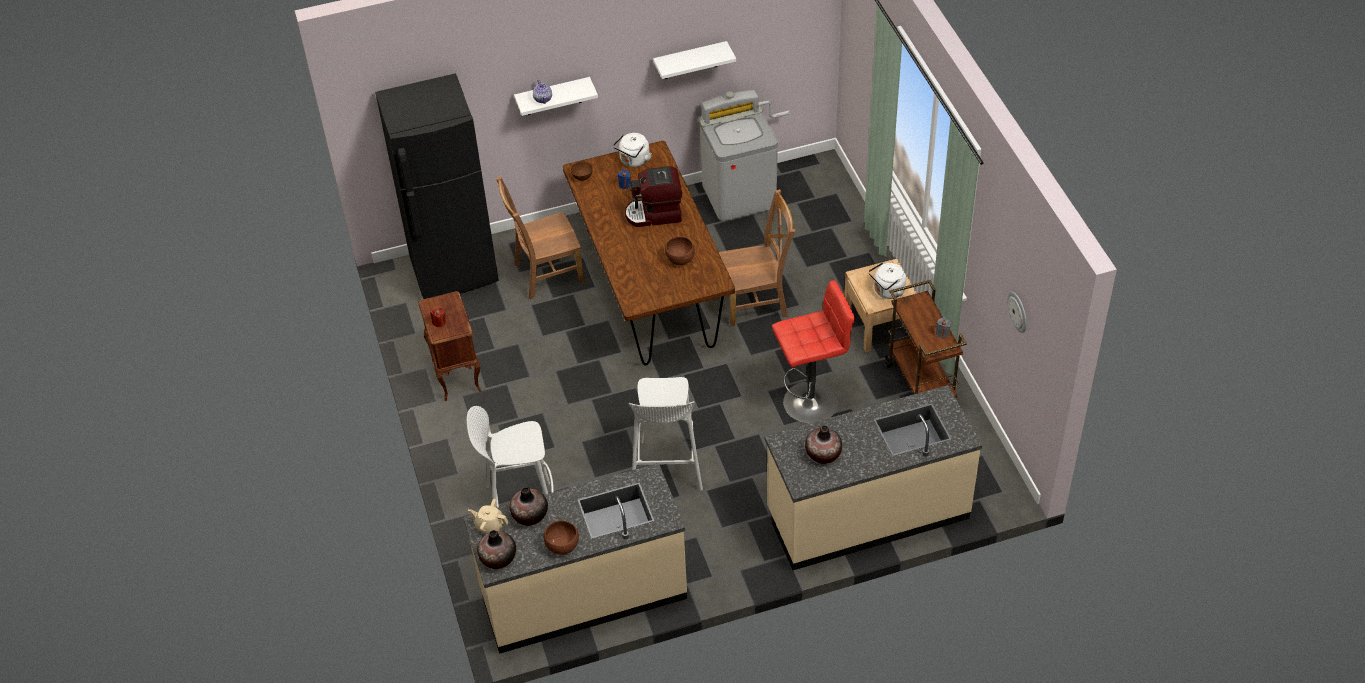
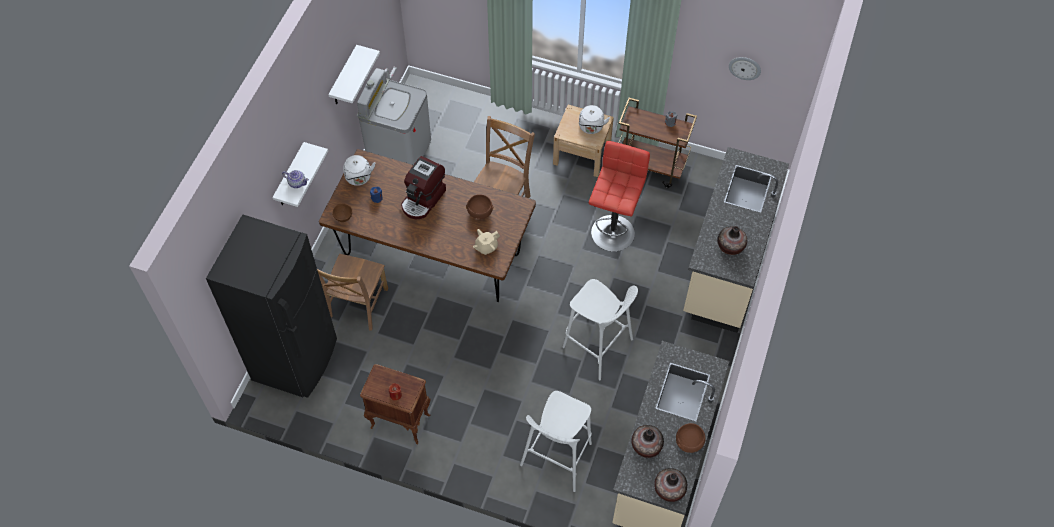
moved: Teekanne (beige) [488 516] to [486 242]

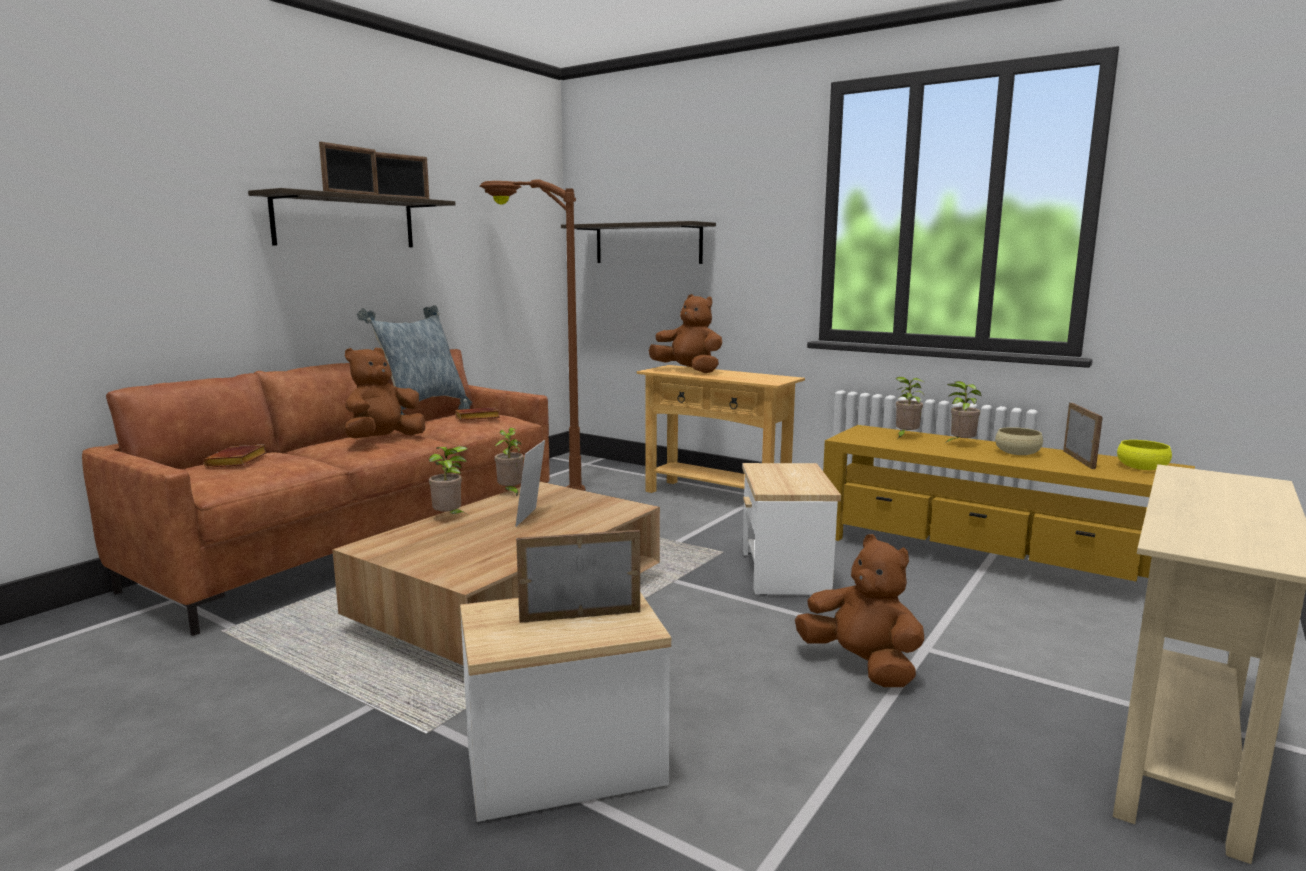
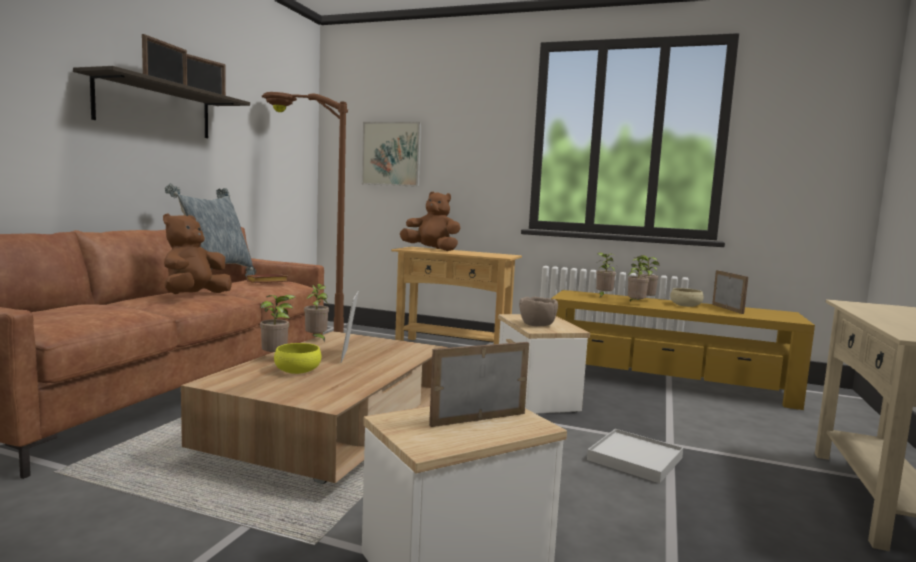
removed: Buch (braun) [235 456]
added: Schüssel (braun) [538 311]; Topfpflanze [638 279]
moved: Schüssel (gelb) [1144 455] to [297 358]
replaced: Wandregal [638 242] to Bild [391 154]; Plüschtier (braun) [859 610] to Tablett (weiß) [635 456]

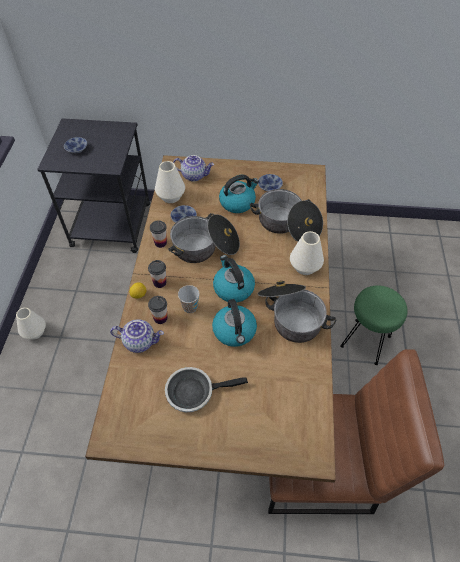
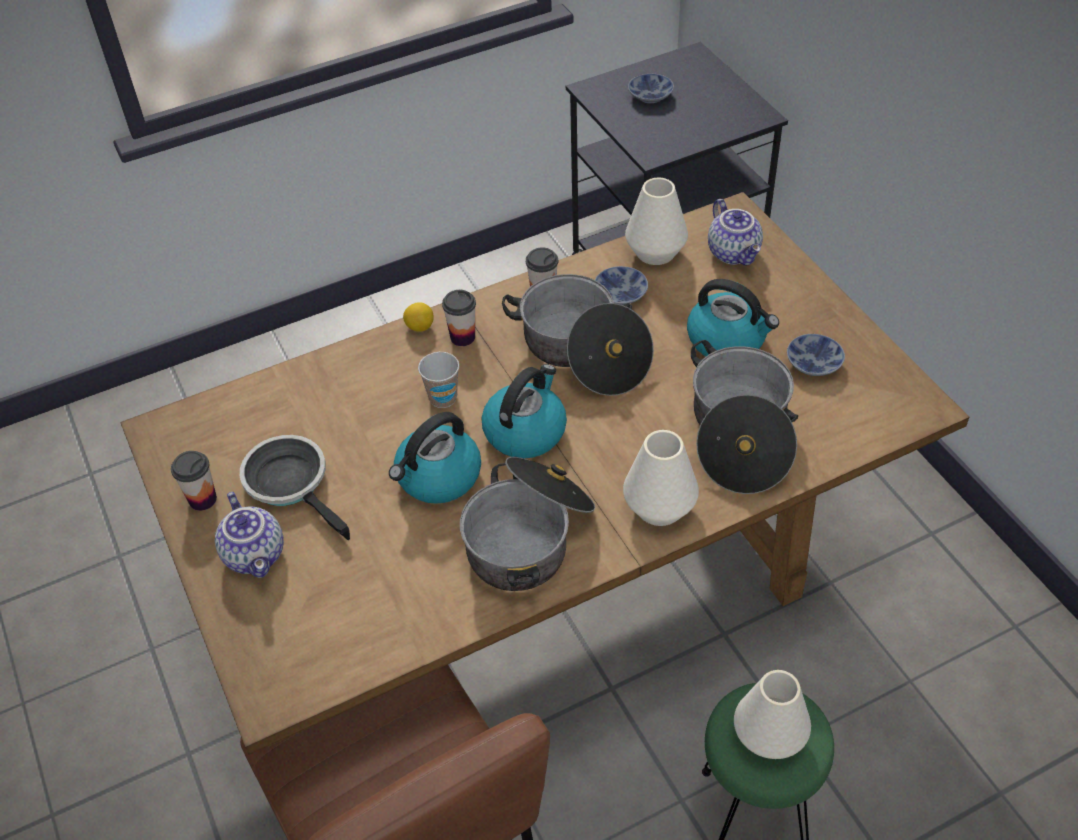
moved: Vase (weiß) [31 324] to [772 714]; Teekanne [137 336] to [249 535]; Tasse [157 310] to [194 481]

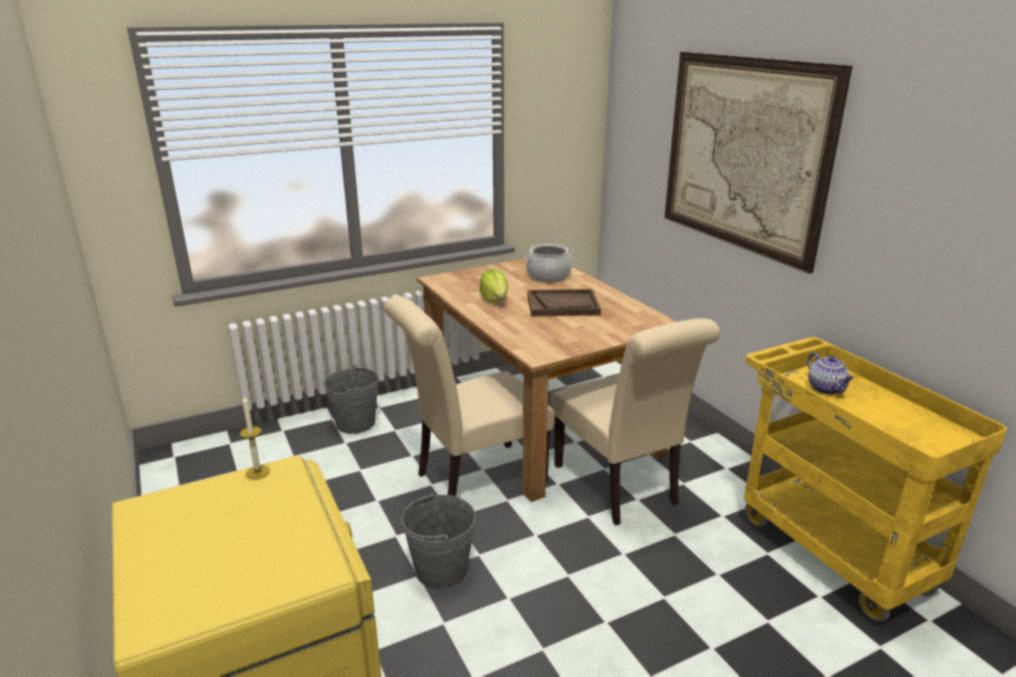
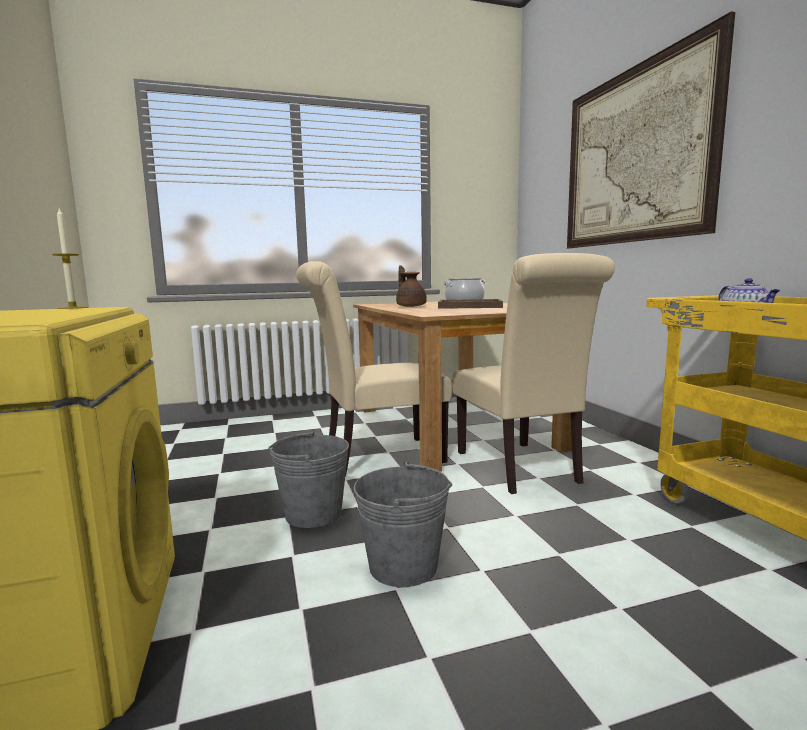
moved: Eimer (grau) [352 399] to [403 524]
replaced: Salatkopf [494 286] to Teekanne (braun) [411 286]

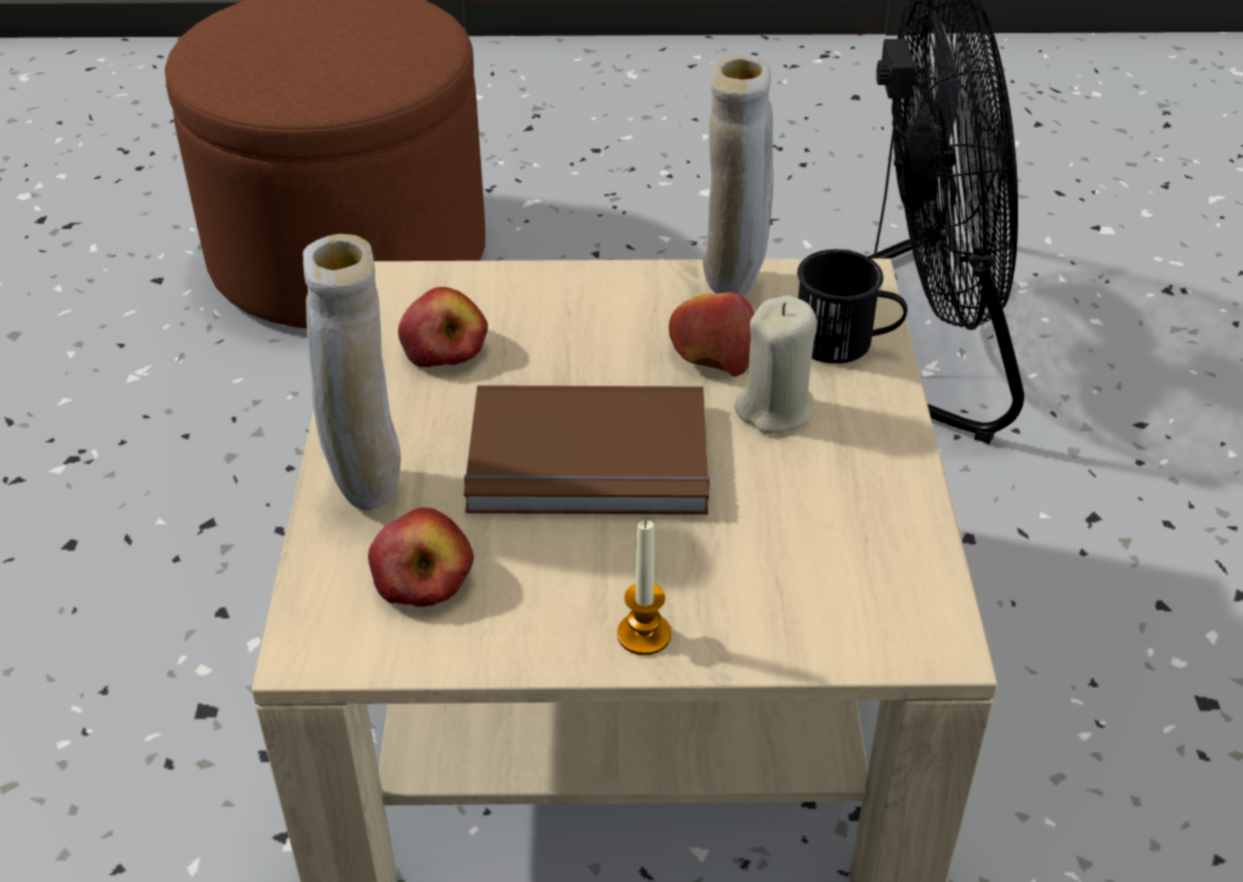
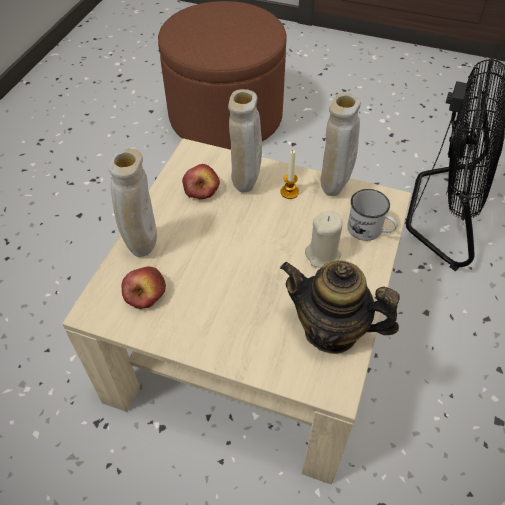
removed: Buch (braun) [587 449]; Apfel [712 334]
added: Vase (beige) [245 141]; Teekanne [340 307]
moved: Kerze [644 587] to [289 174]
recoloured: Henkelbecher (schwarz) [852 306] to Henkelbecher (weiß) [372 215]

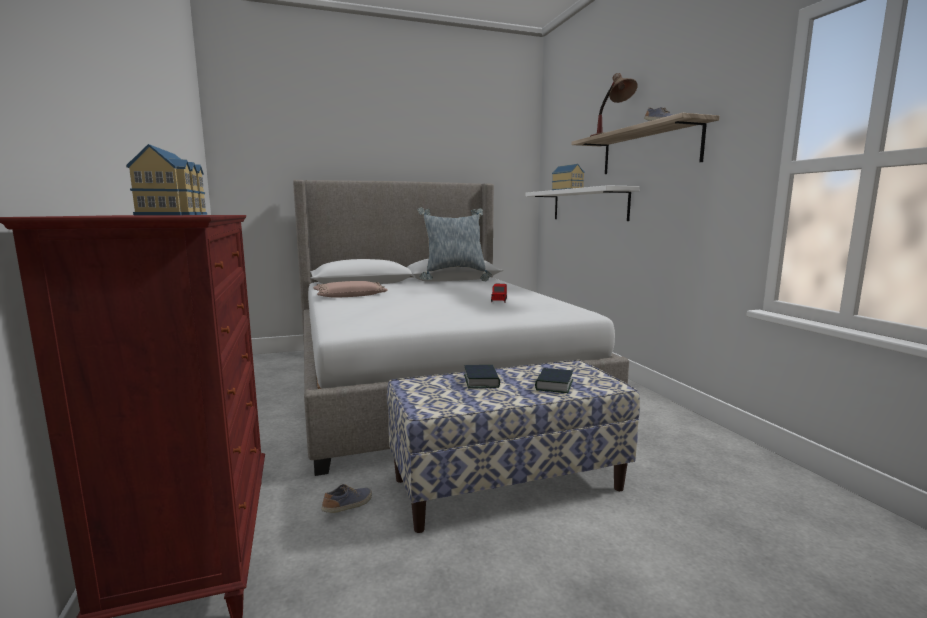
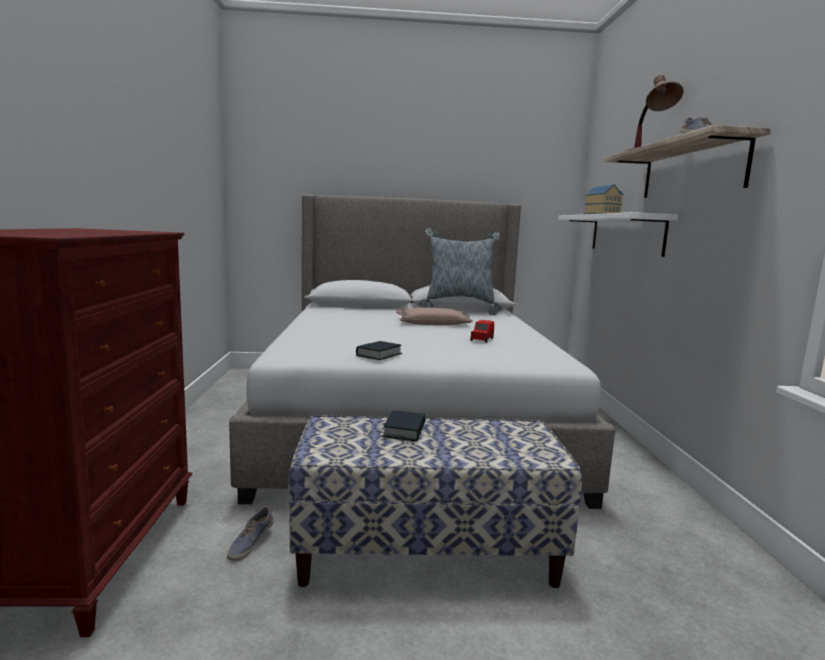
removed: Spielzeughaus [166 179]
moved: Kissen (beige) [350 289] to [434 316]; Buch [554 380] to [379 350]
turned: Schuh [346 498] = [250 533] 150 degrees clockwise

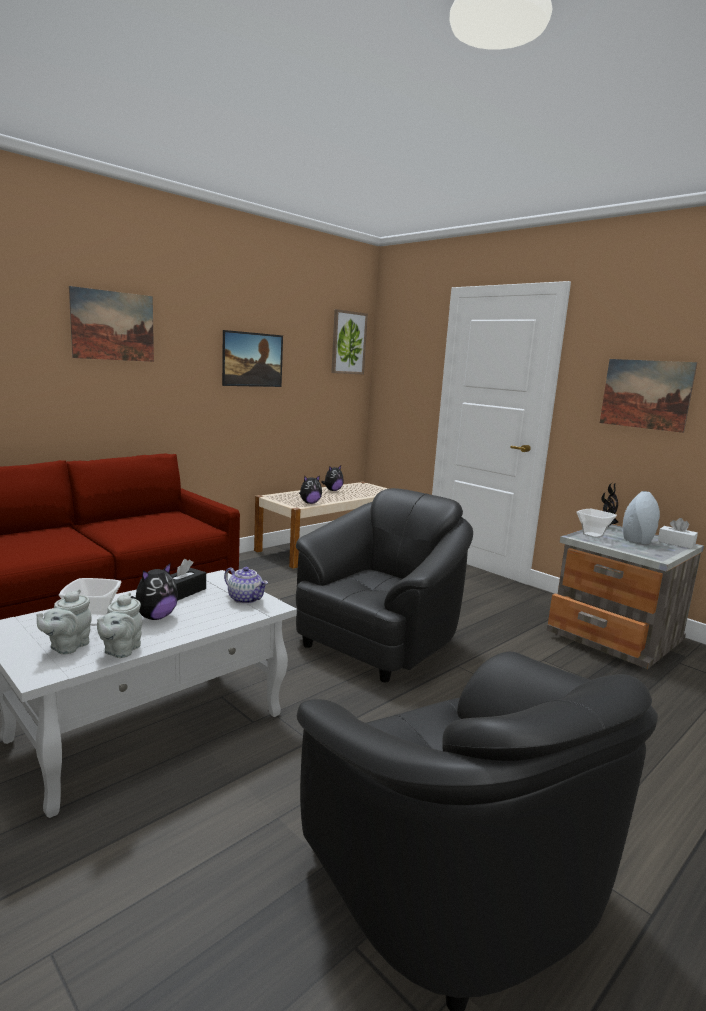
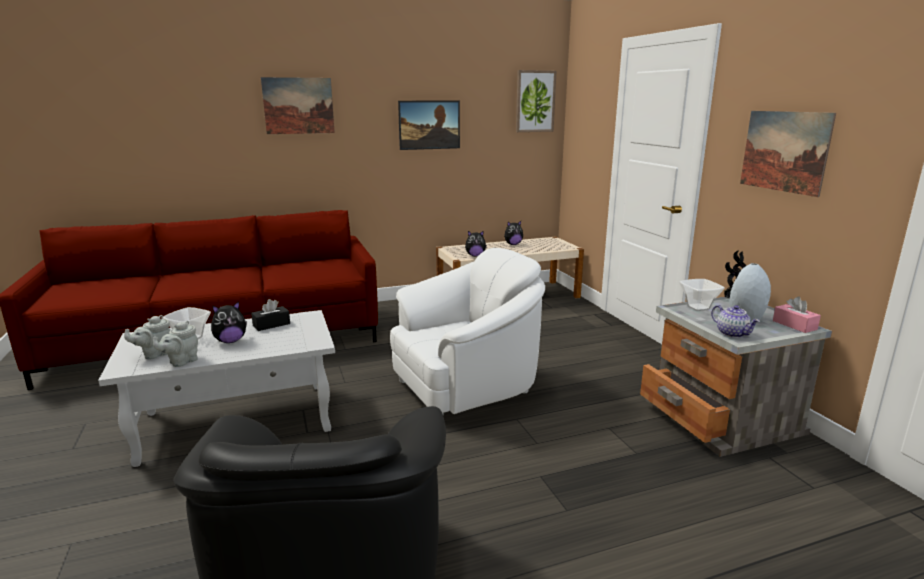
moved: Teekanne [246 585] to [735 321]
recoloured: Sessel (schwarz) [384 585] to Sessel (weiß) [467 331]; Taschentuchbox (weiß) [678 533] to Taschentuchbox (rosa) [797 315]

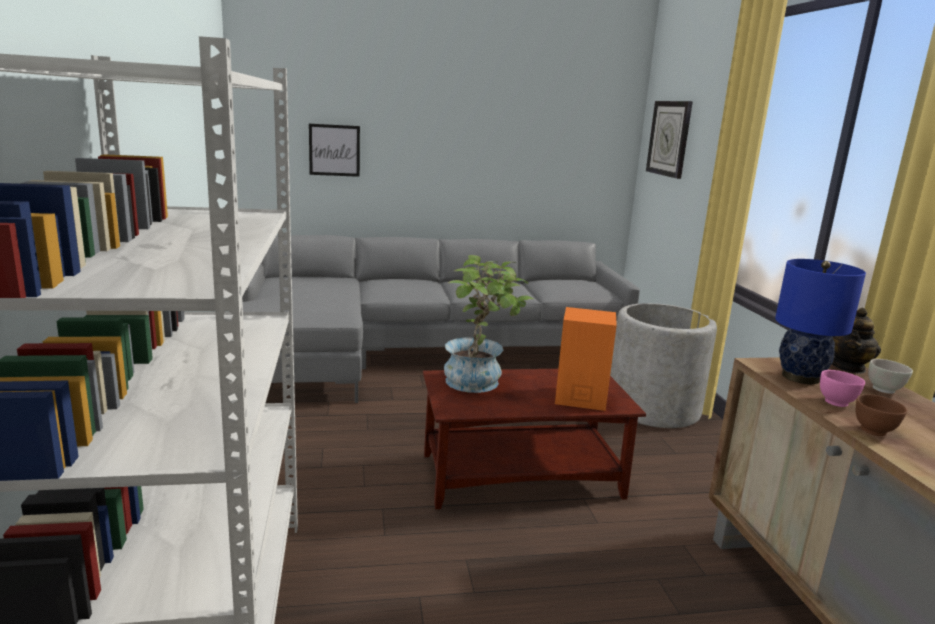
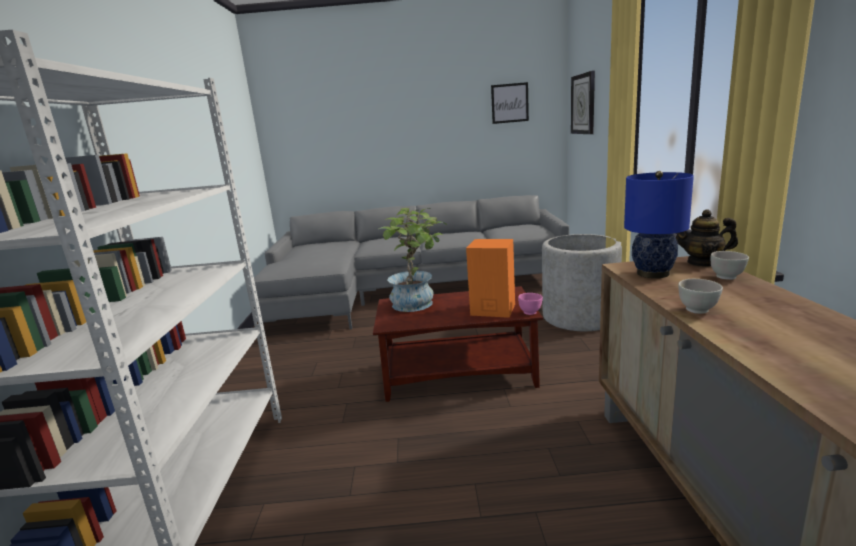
moved: Bild [334 150] to [510 103]; Schüssel (rosa) [842 388] to [530 304]
recoloured: Schüssel (braun) [881 415] to Schüssel (weiß) [700 296]
turned: Teekanne [856 341] = [707 238] 60 degrees clockwise

